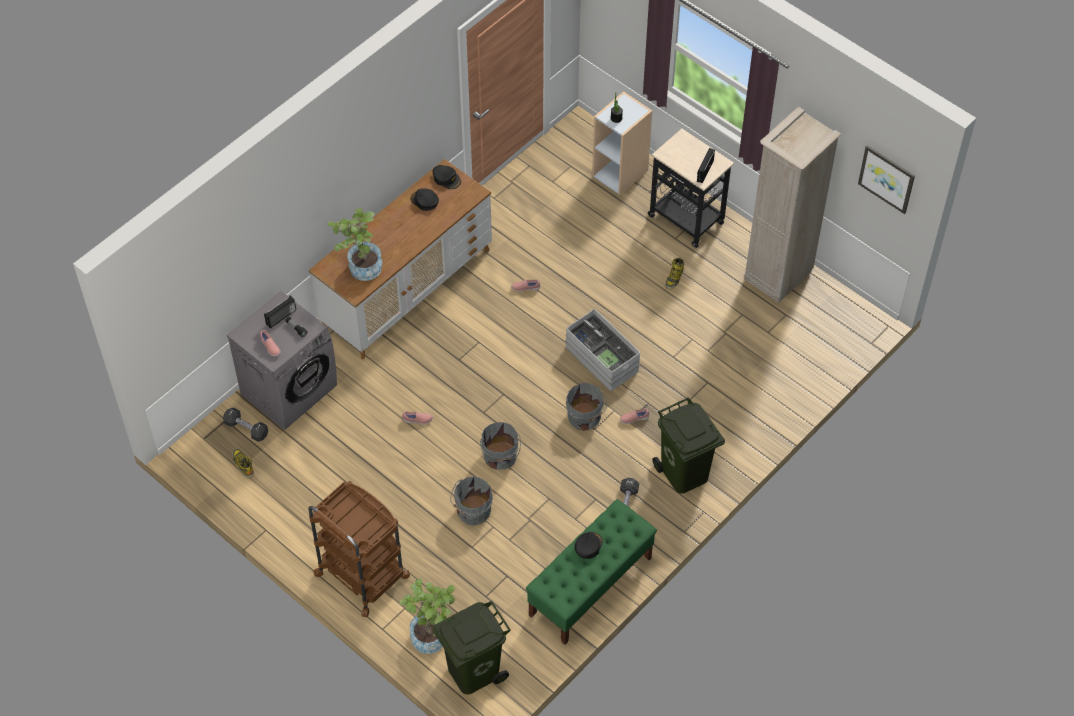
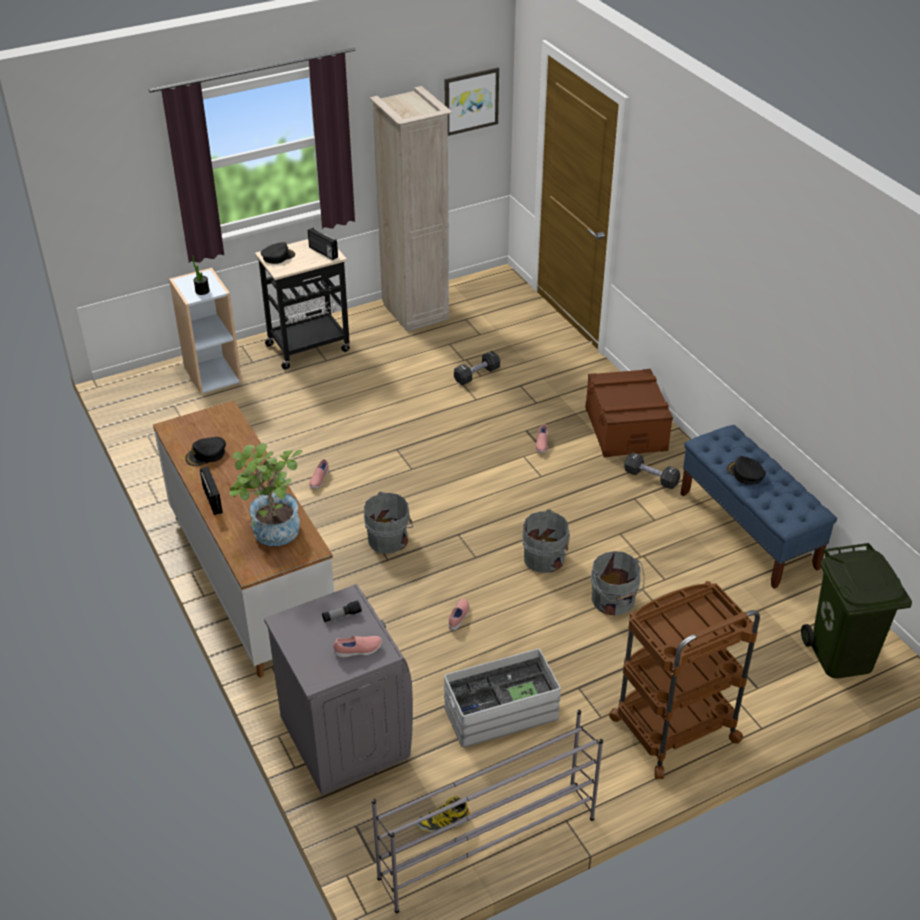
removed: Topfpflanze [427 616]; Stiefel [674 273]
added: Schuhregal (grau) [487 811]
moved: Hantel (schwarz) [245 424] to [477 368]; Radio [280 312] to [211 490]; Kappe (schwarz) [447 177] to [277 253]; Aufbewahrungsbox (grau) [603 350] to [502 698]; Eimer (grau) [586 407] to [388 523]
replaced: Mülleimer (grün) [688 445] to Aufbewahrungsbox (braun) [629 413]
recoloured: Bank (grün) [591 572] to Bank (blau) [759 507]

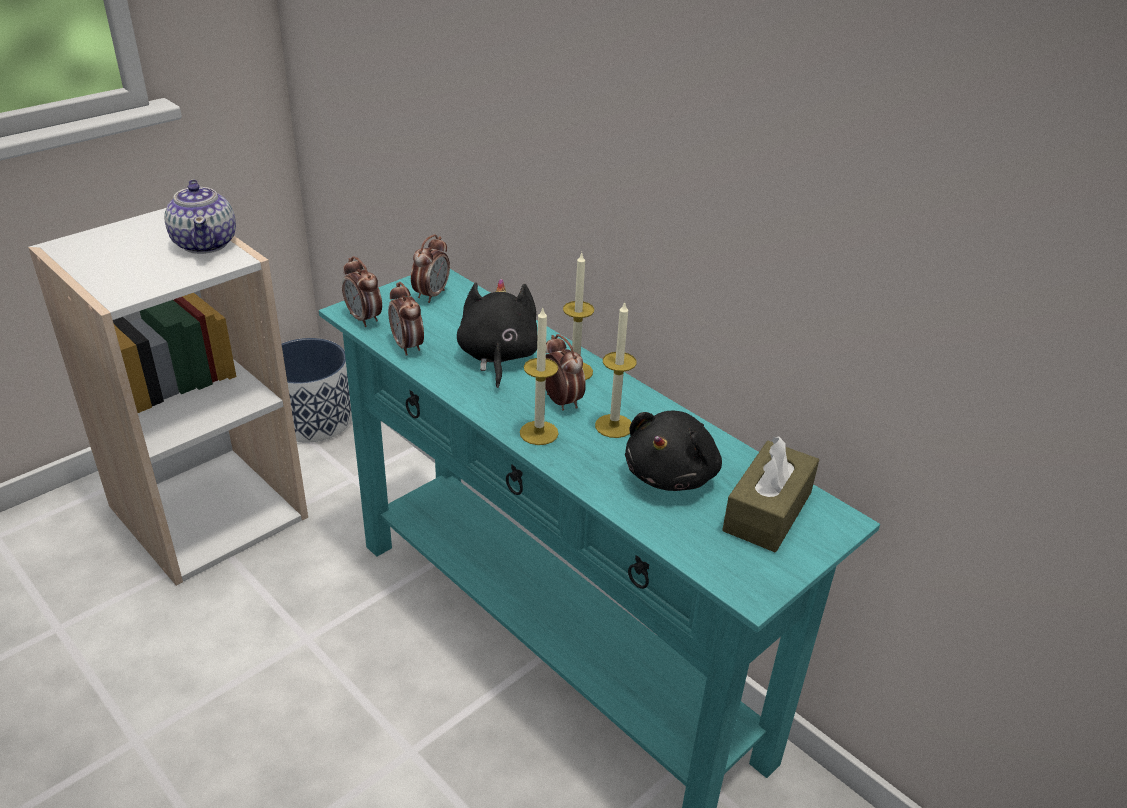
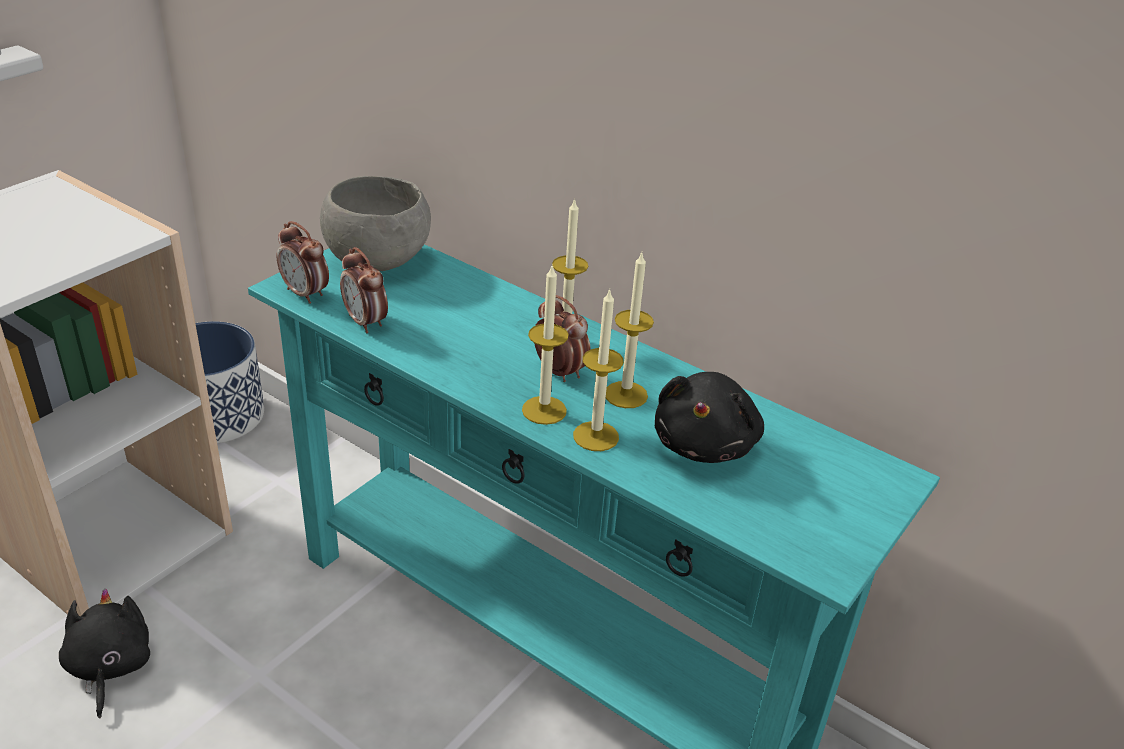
removed: Teekanne [200 216]; Taschentuchbox (braun) [770 494]
added: Kerze [598 370]
moved: Plüschtier (schwarz) [497 333] to [104 653]
replaced: Wecker [430 268] to Schüssel (grau) [375 223]

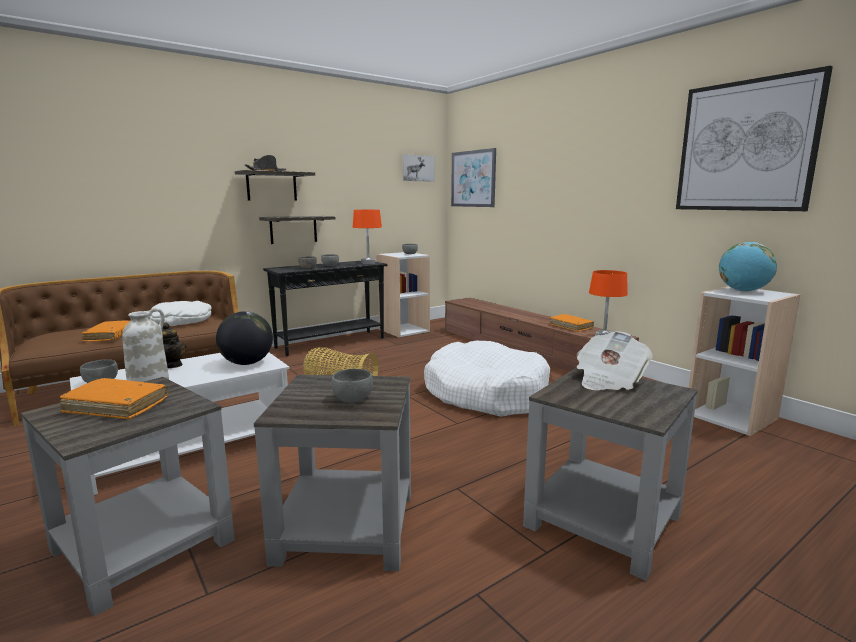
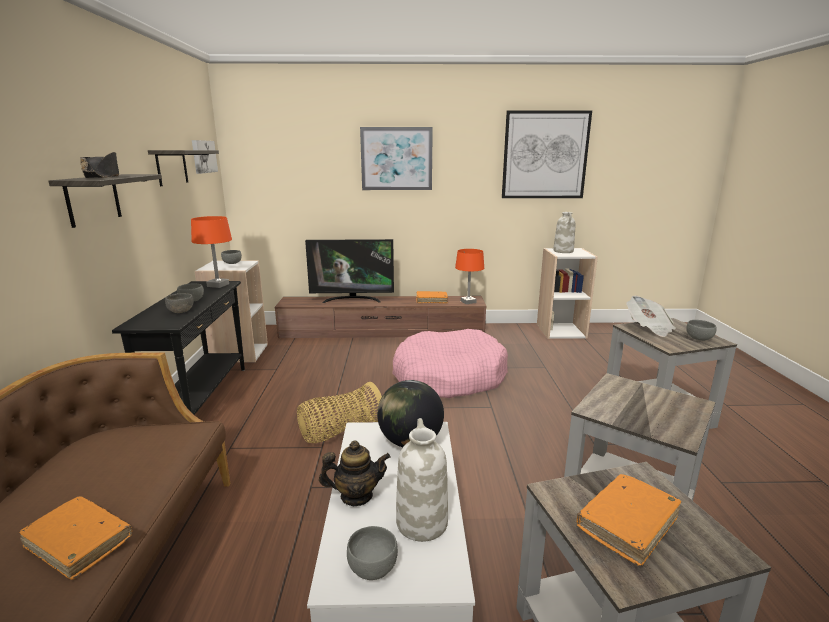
removed: Kissen (weiß) [180 313]
added: Fernseher [349 271]
moved: Wandregal [297 230] to [183 168]; Schüssel (grau) [352 385] to [701 330]; Bild [473 177] to [396 158]
replaced: Globus [748 267] to Vase (weiß) [564 232]
recoloured: Hundebett (weiß) [487 379] to Hundebett (rosa) [450 363]

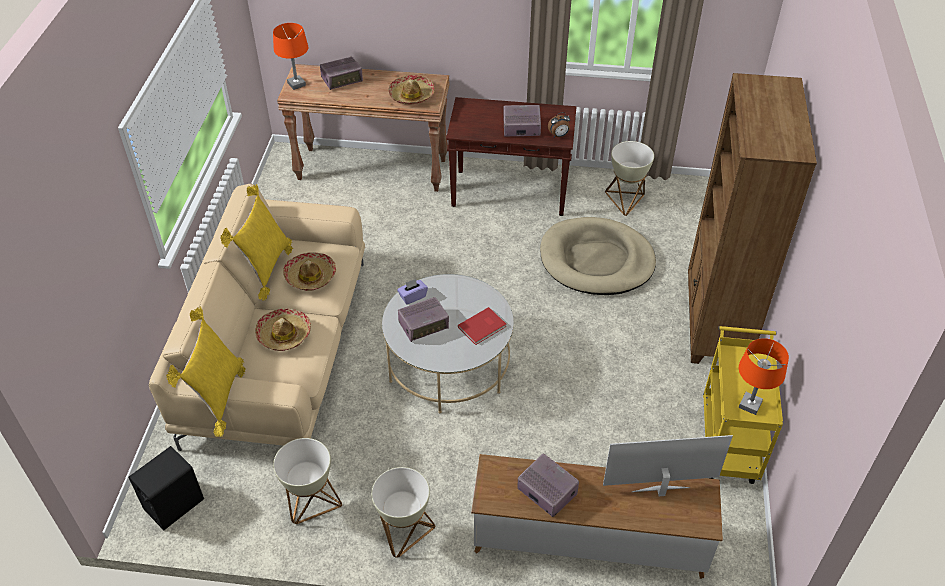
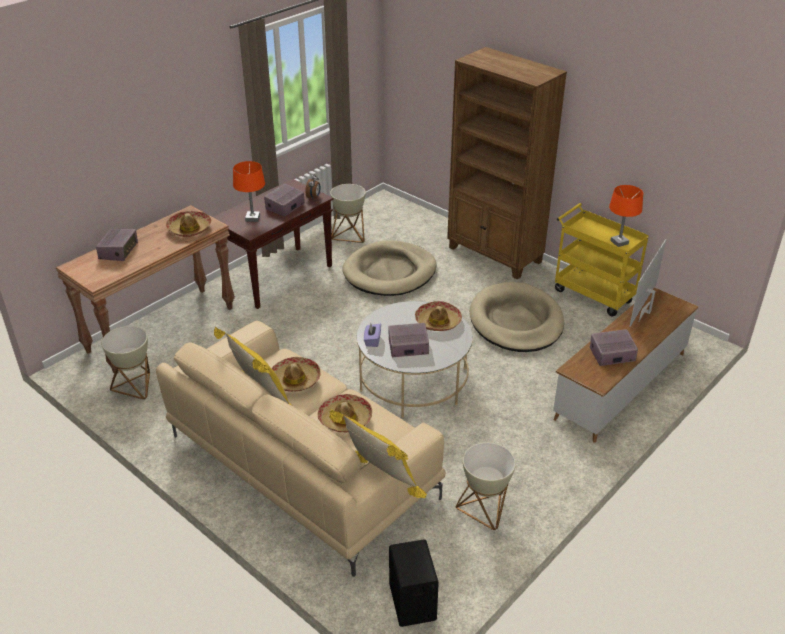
added: Hundebett (beige) [517 317]
moved: Tischlampe (orange) [290 56] to [249 191]; Pflanzkübel [403 512] to [125 362]
replaced: Buch (rot) [482 326] to Hut [438 316]
turned: Radio [423 319] = [408 340] 105 degrees counterclockwise

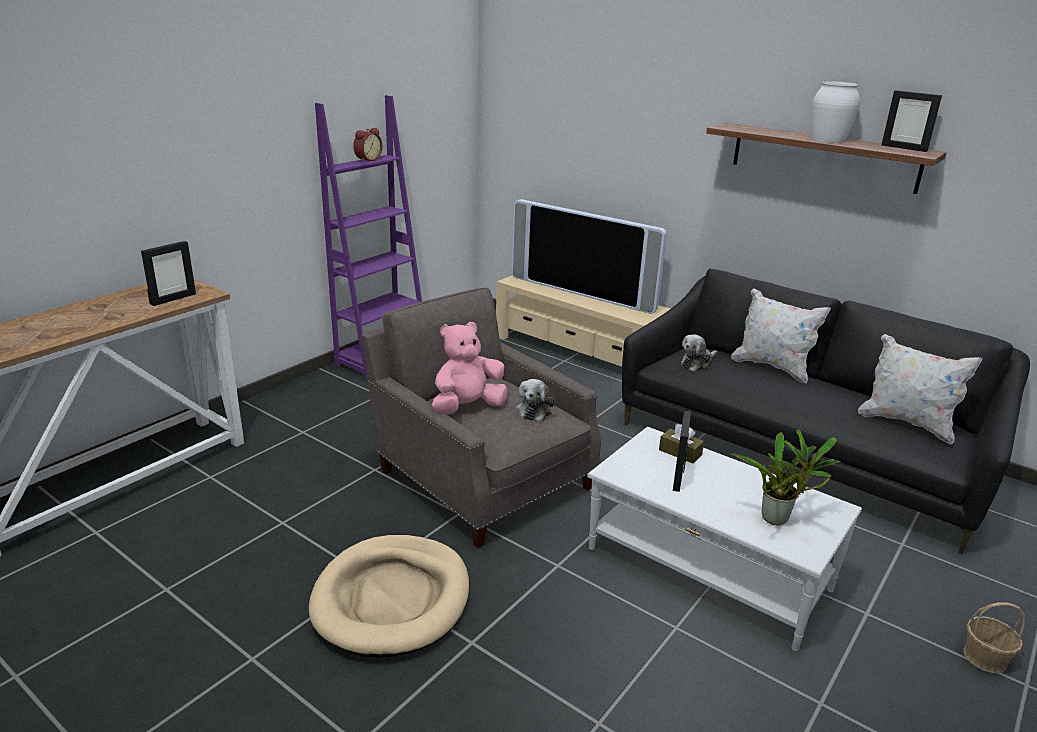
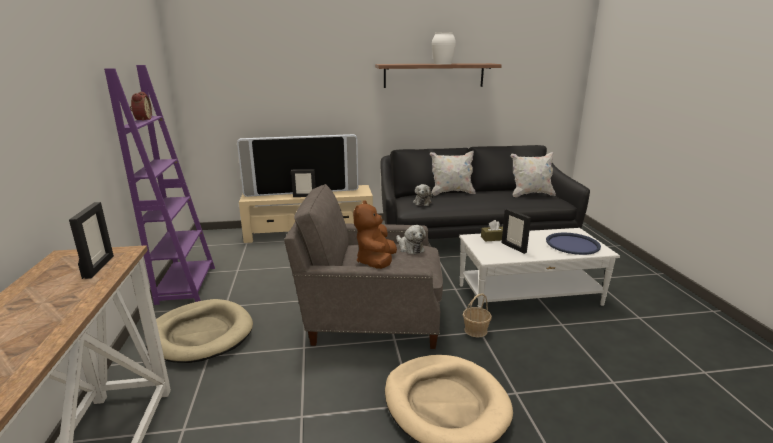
added: Hundebett (beige) [204 331]
moved: Bilderrahmen [912 121] to [303 183]; Korb [994 637] to [477 315]
replaced: Topfpflanze [785 478] to Tablett (blau) [573 244]
recoloured: Plüschtier (rosa) [469 368] to Plüschtier (braun) [375 234]

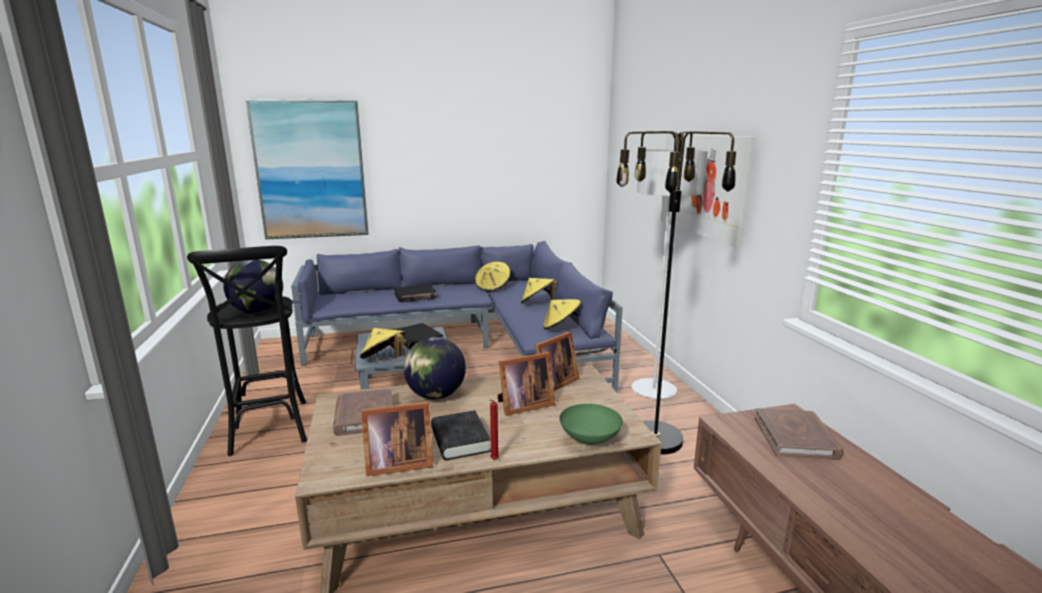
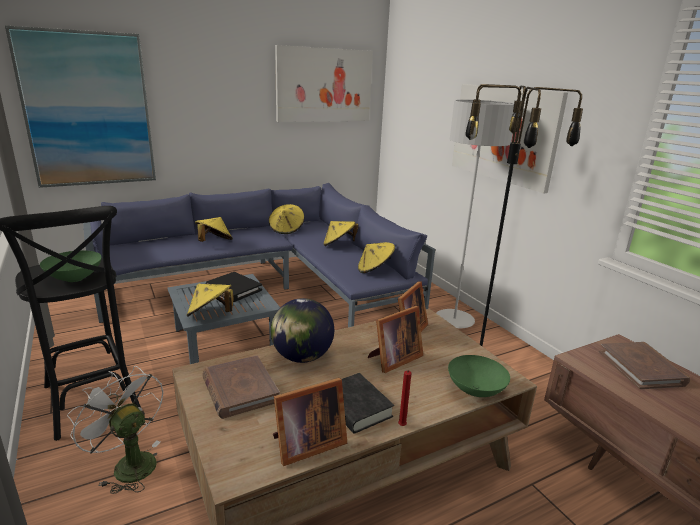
added: Ventilator (weiß) [115 430]; Bild [324 83]
replaced: Globus [253 286] to Schüssel (grün) [71 266]; Buch (schwarz) [415 293] to Hut (gelb) [214 229]

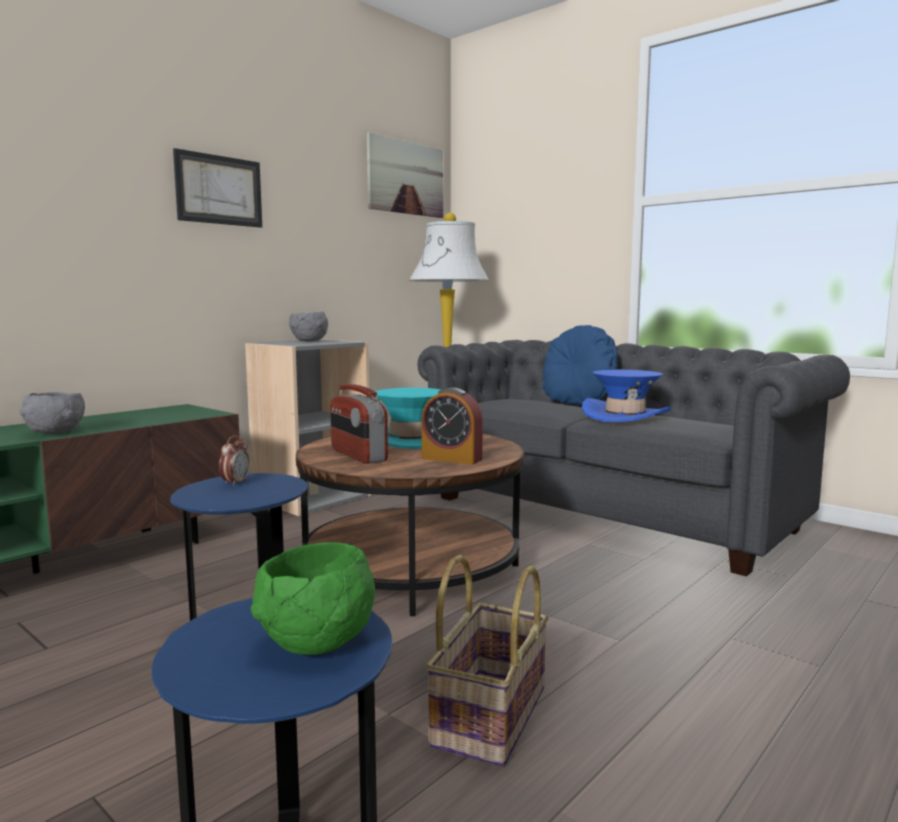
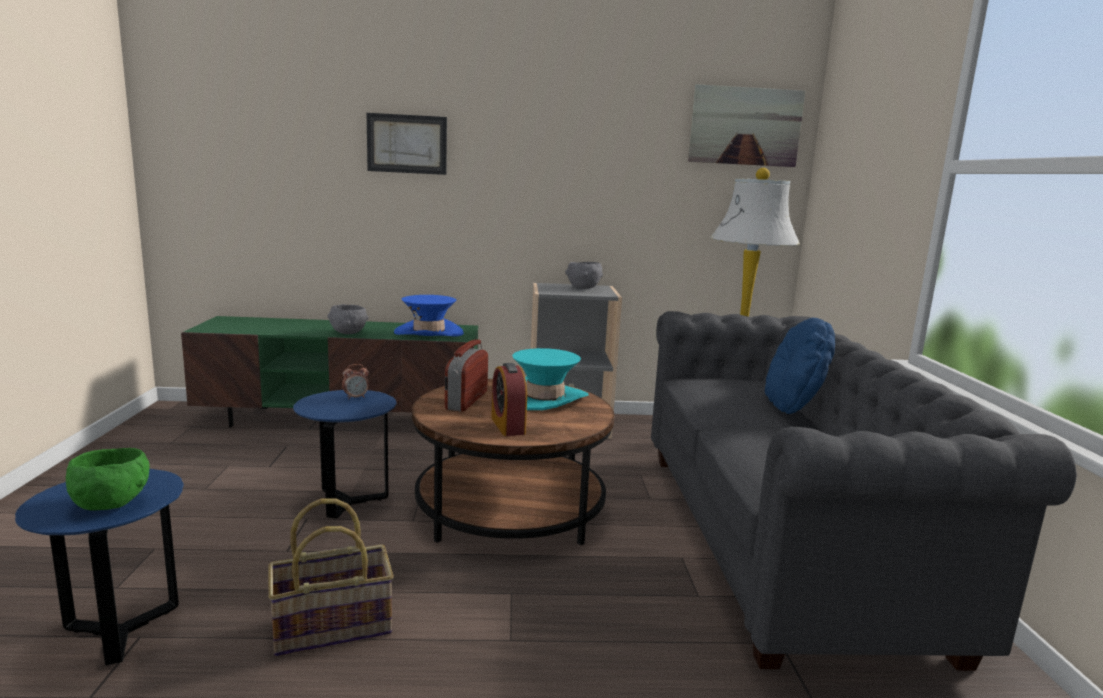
moved: Bild [217 188] to [407 144]; Hut (blau) [626 396] to [429 316]

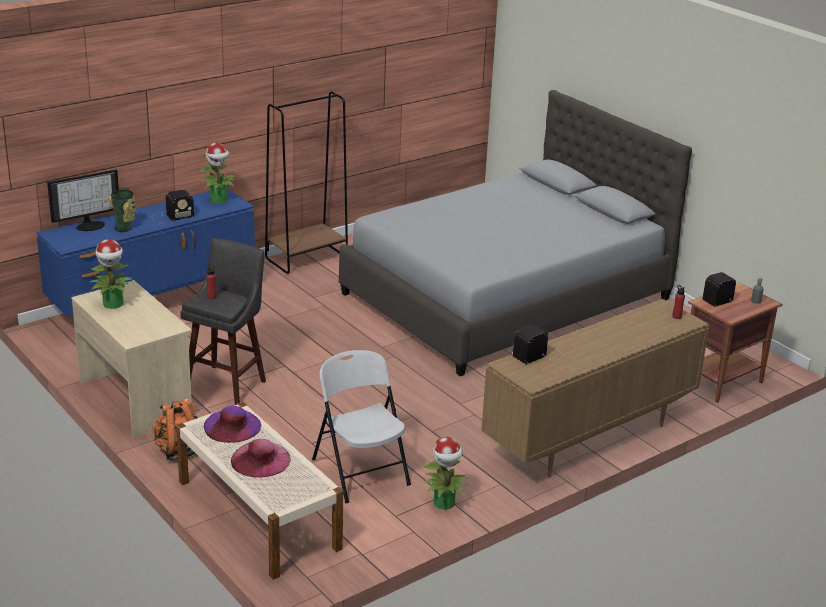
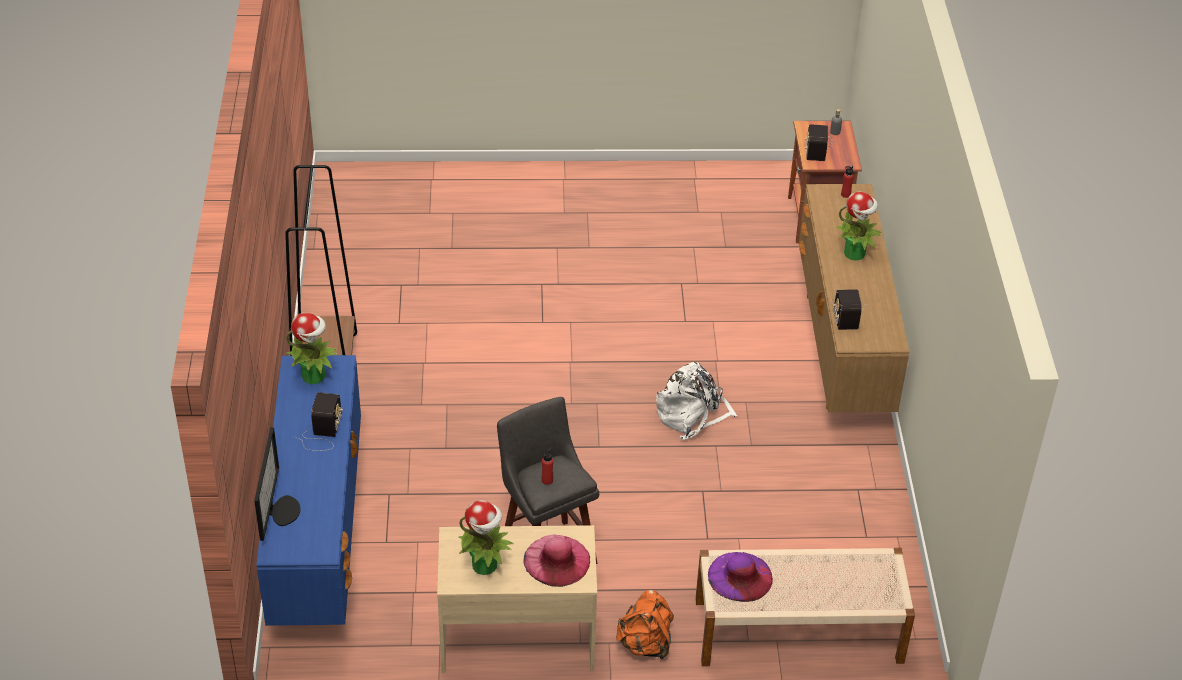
removed: Vase [121 210]; Stuhl (weiß) [361 427]; Bett (grau) [515 233]
added: Rucksack (weiß) [696 401]
moved: Hut (rosa) [261 458] to [557 561]; Topfpflanze [445 473] to [858 226]

